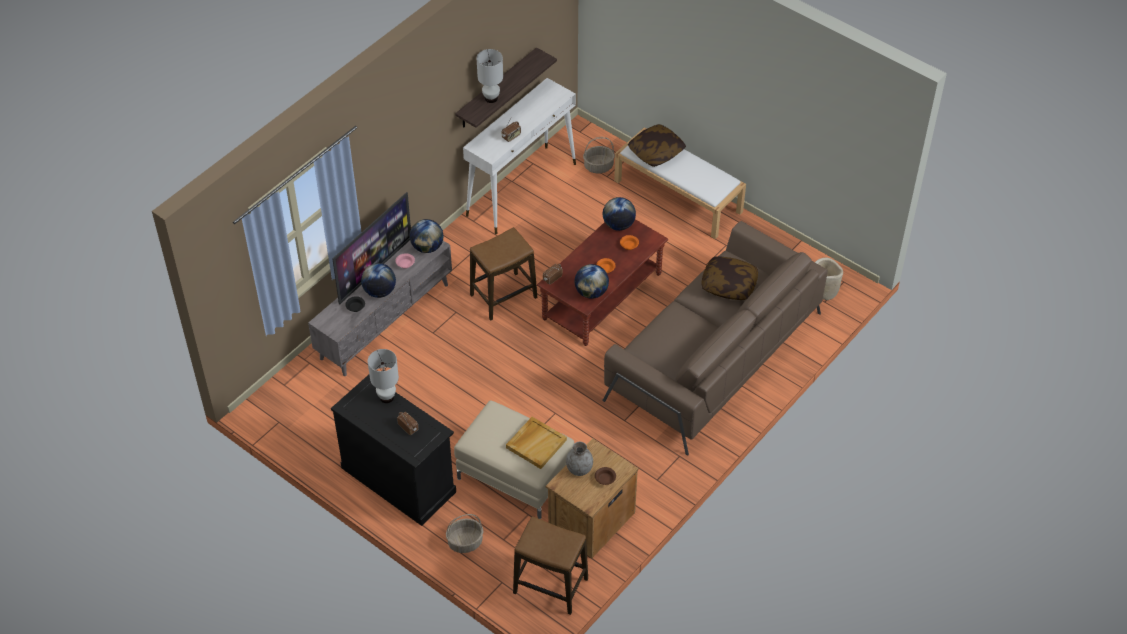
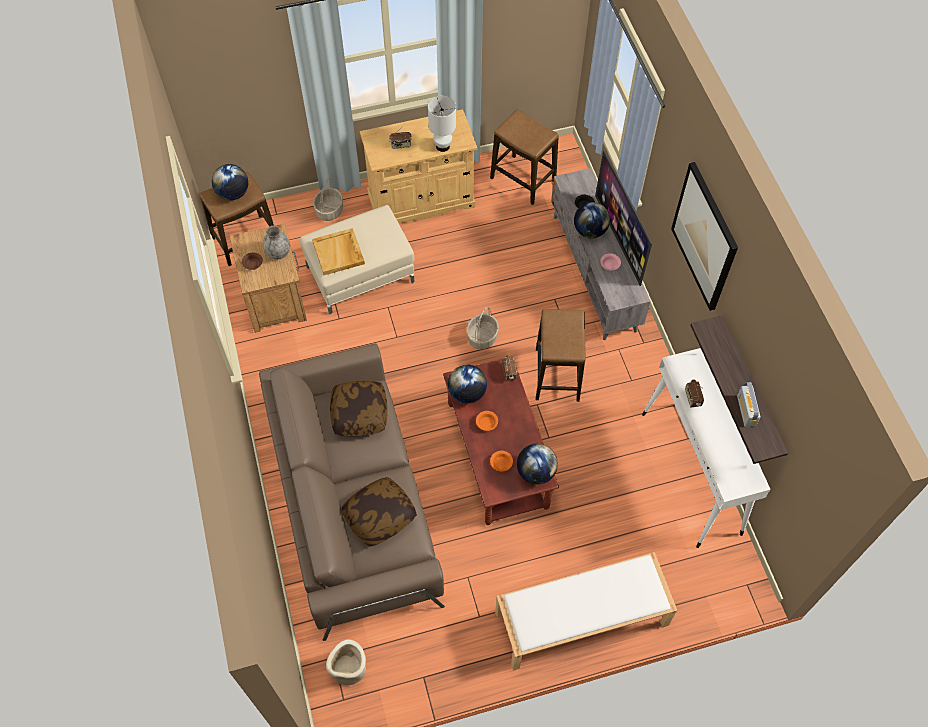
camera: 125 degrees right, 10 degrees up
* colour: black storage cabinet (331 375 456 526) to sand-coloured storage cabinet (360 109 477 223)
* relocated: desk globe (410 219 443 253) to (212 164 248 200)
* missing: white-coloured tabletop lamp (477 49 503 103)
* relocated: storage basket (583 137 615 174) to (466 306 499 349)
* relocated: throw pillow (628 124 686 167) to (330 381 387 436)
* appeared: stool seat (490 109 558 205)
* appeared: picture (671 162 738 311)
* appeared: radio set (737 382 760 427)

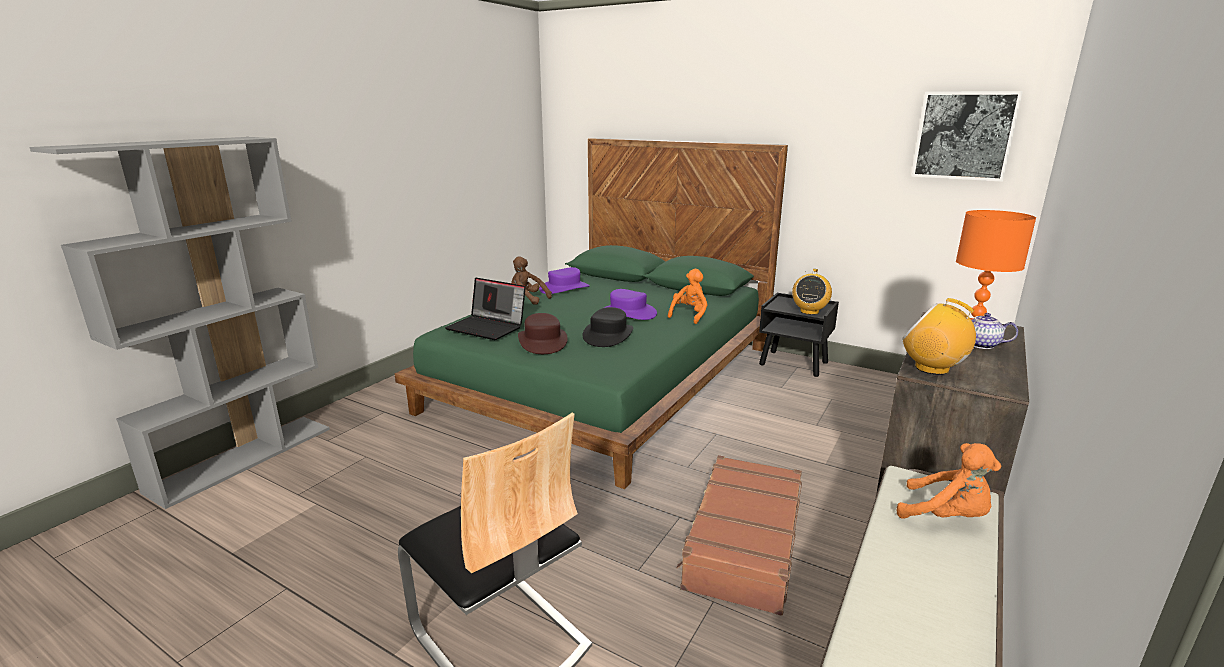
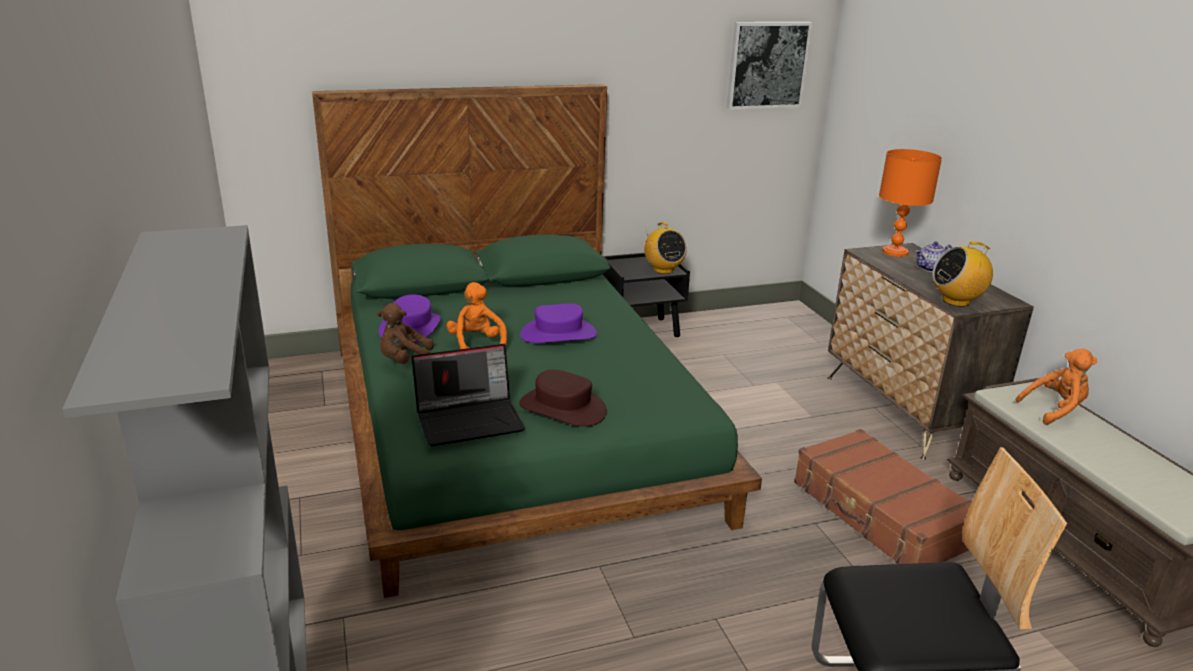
camera: 50 degrees left, 5 degrees up
* missing: black clothing hat (582 307 633 347)
* relocated: orangey plush toy (668 269 707 324) to (446 282 507 349)

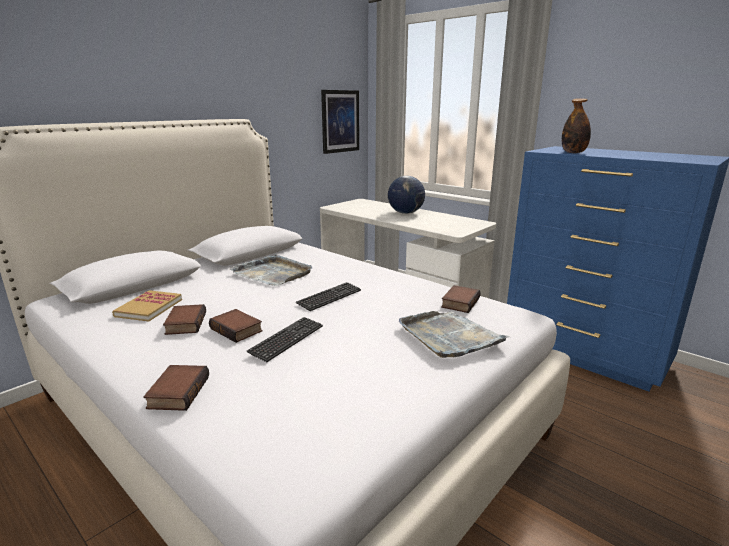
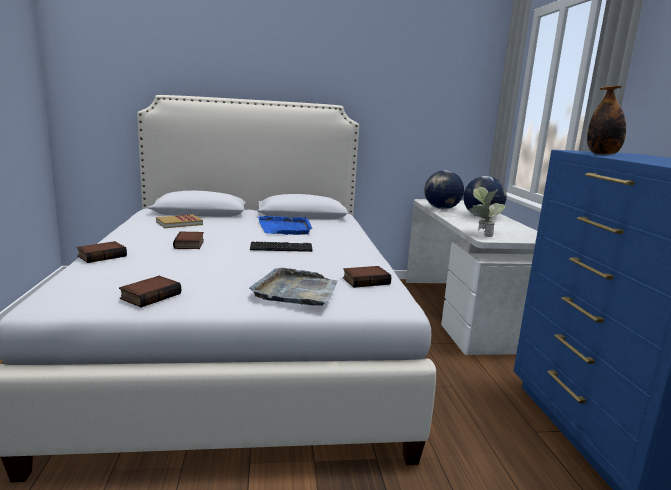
camera: 40 degrees right, 5 degrees down
* relocated: book (163 304 206 335) to (119 276 181 308)
* colour: gray carrying tray (230 254 312 286) to blue-coloured carrying tray (258 216 313 235)
* missing: computer keyboard (246 317 323 362)
* missing: picture (321 90 359 154)
* appeared: desk globe (424 170 464 209)
* appeared: plant in a pot (469 187 505 237)

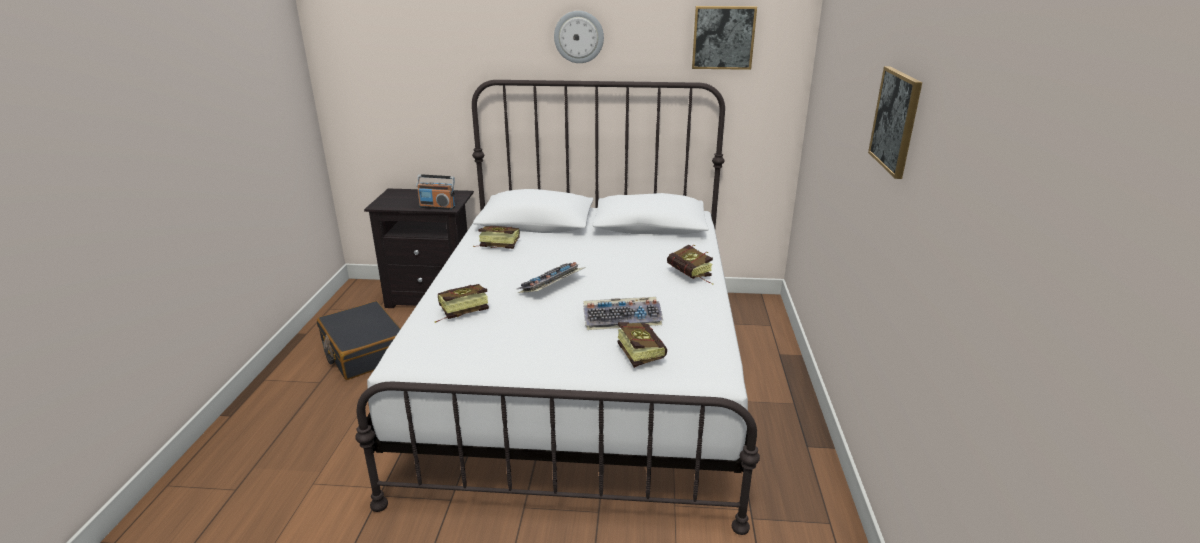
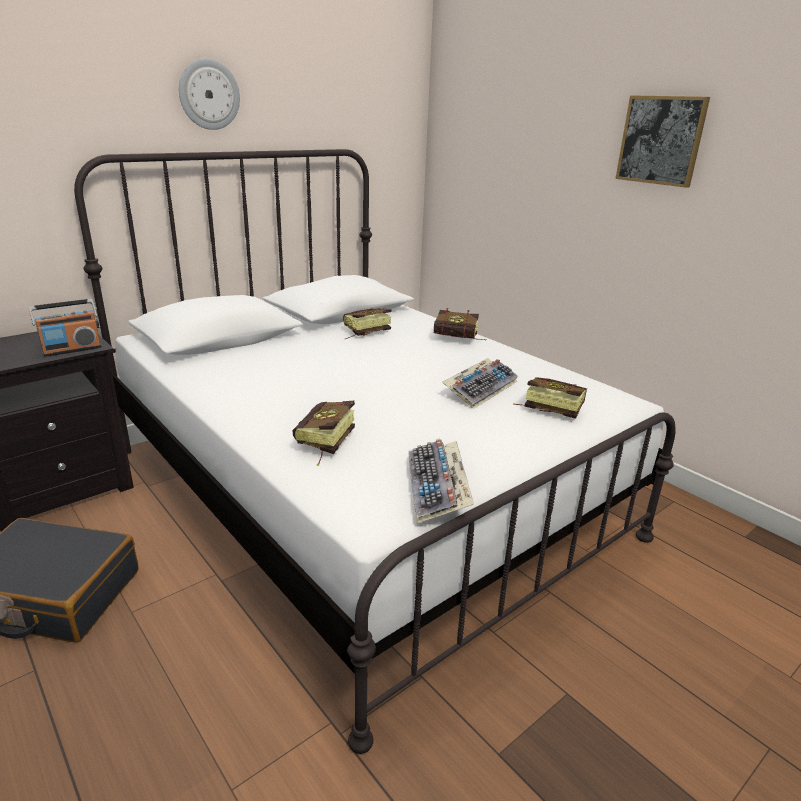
camera: 45 degrees left, 0 degrees up
* relocated: book (473 226 520 249) to (343 308 392 339)
* relocated: computer keyboard (517 262 586 293) to (408 438 474 524)
* missing: picture (692 6 757 70)

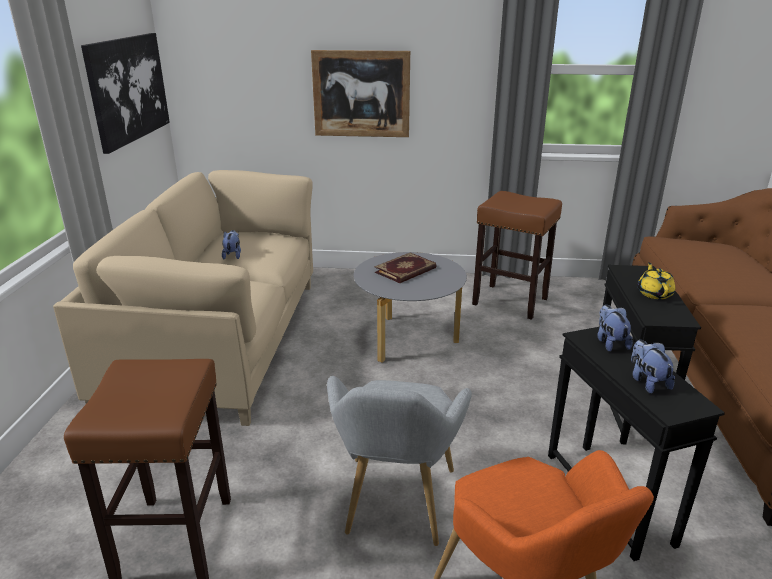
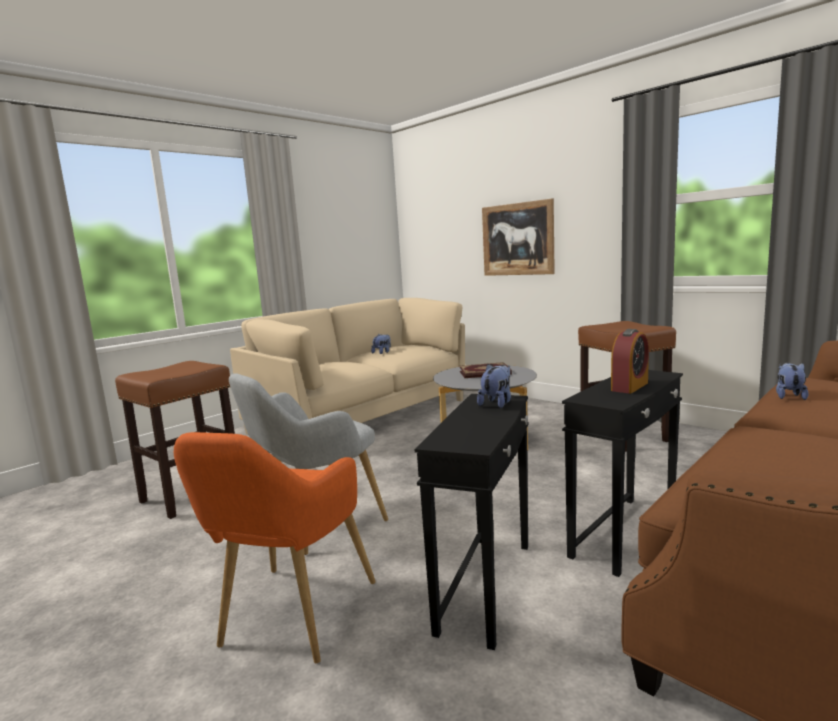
camera: 40 degrees right, 15 degrees down
* missing: picture (81 33 170 154)
* relocated: plush toy (631 340 675 394) to (776 363 809 400)
* exchanged: yellowish pot for tea (637 262 675 299) to alarm clock (611 329 649 394)

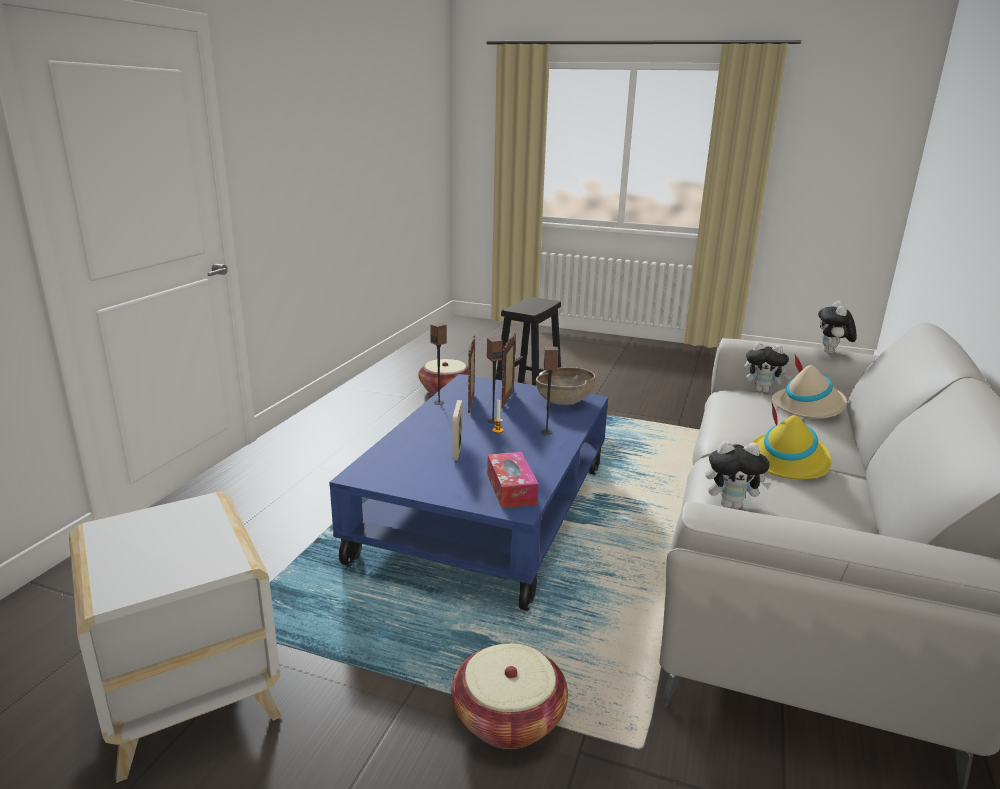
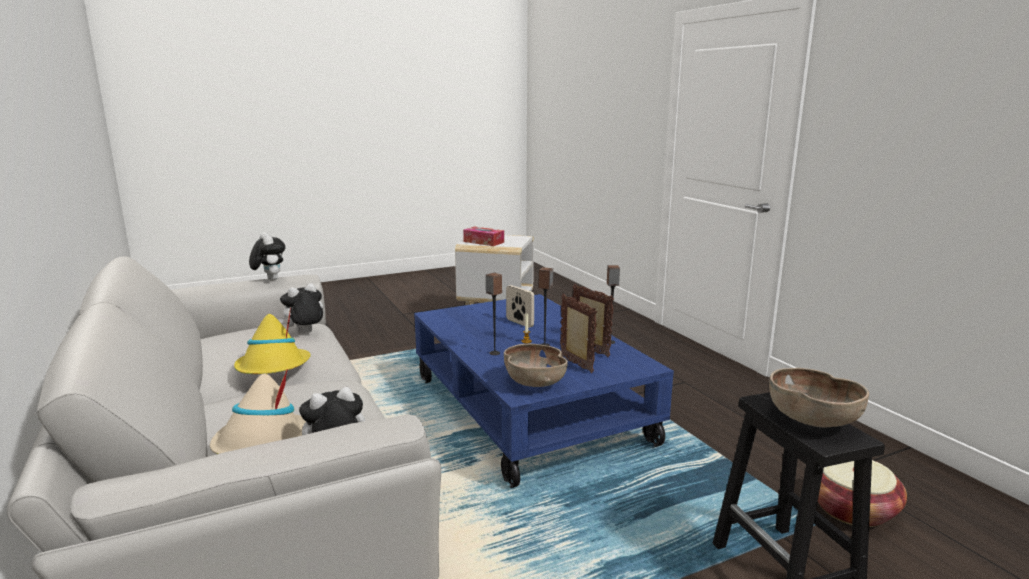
camera: 135 degrees right, 5 degrees down
* missing: storage basket (451 644 568 749)
* relocated: tissue holder (487 452 538 508) to (463 226 504 246)
* relocated: plush toy (818 301 857 353) to (249 232 286 280)
* appeared: brown-coloured deep dish (769 368 869 427)

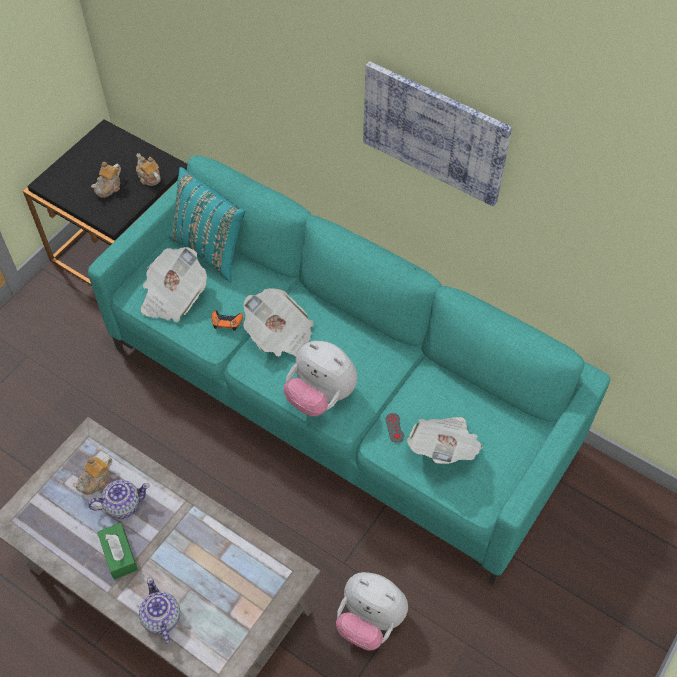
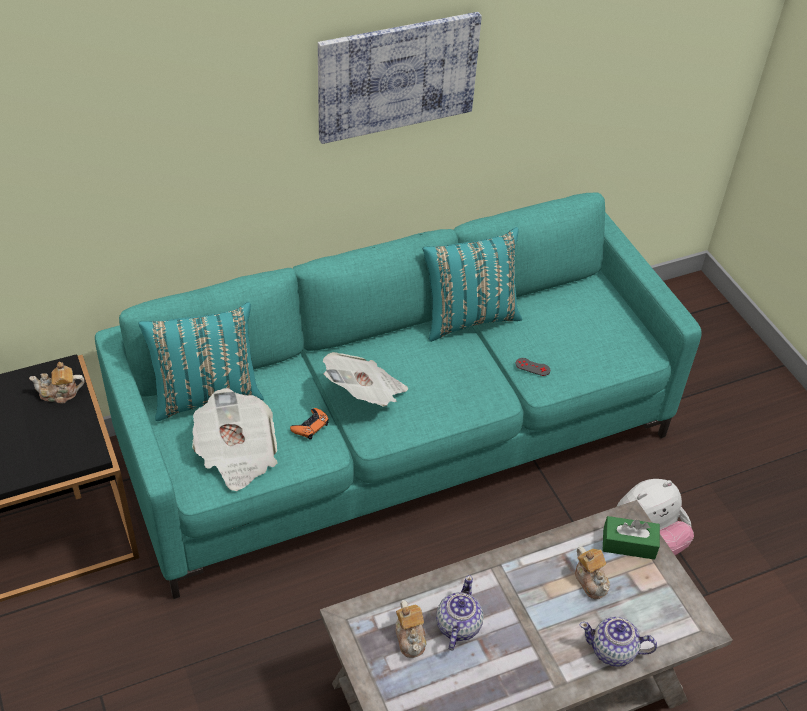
camera: 60 degrees left, 10 degrees down
* relocated: pot for tea (91 162 121 198) to (575 546 610 599)
* relocated: greenish tissue holder (97 523 138 580) to (603 516 660 560)
* missing: plush toy (284 341 357 416)
* missing: daily paper (407 417 483 464)
* appeared: turquoise-coloured throw pillow (423 227 522 342)

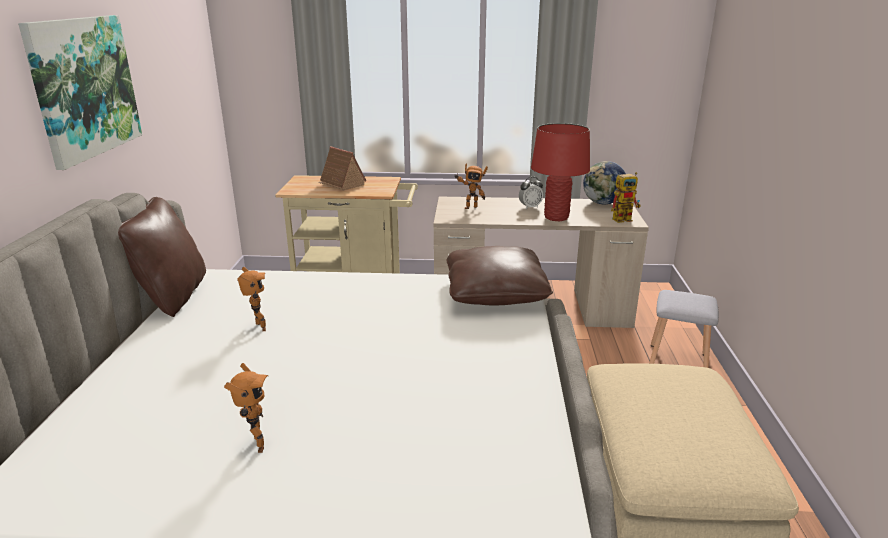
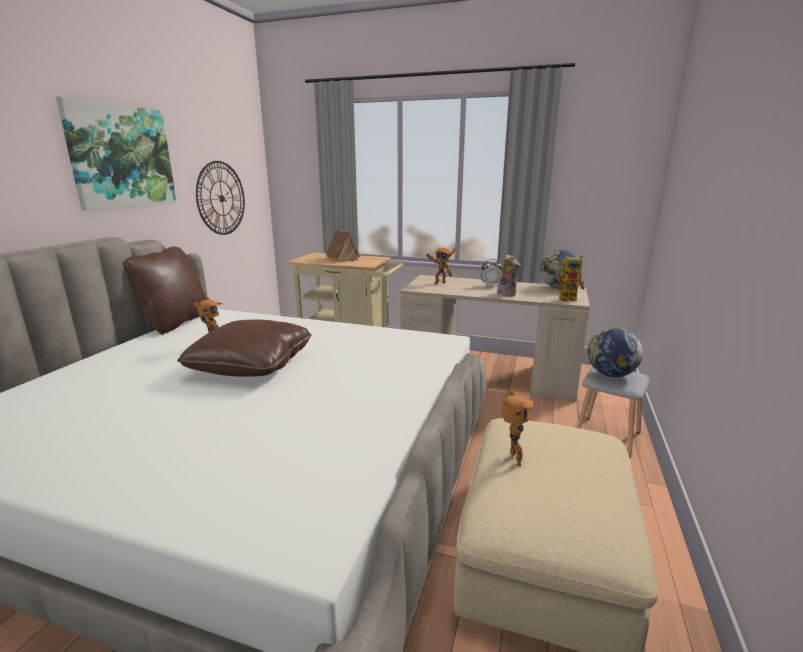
camera: 15 degrees right, 5 degrees down
* relocated: model robot (224 363 269 453) to (502 389 533 466)
* relocated: brown-coloured throw pillow (447 246 553 306) to (177 319 311 377)
* exchanged: reddish tabletop lamp (531 123 590 221) to plush toy (497 254 521 296)
* appeared: clock on the wall (196 161 245 235)
* appeared: desk globe (588 328 643 377)

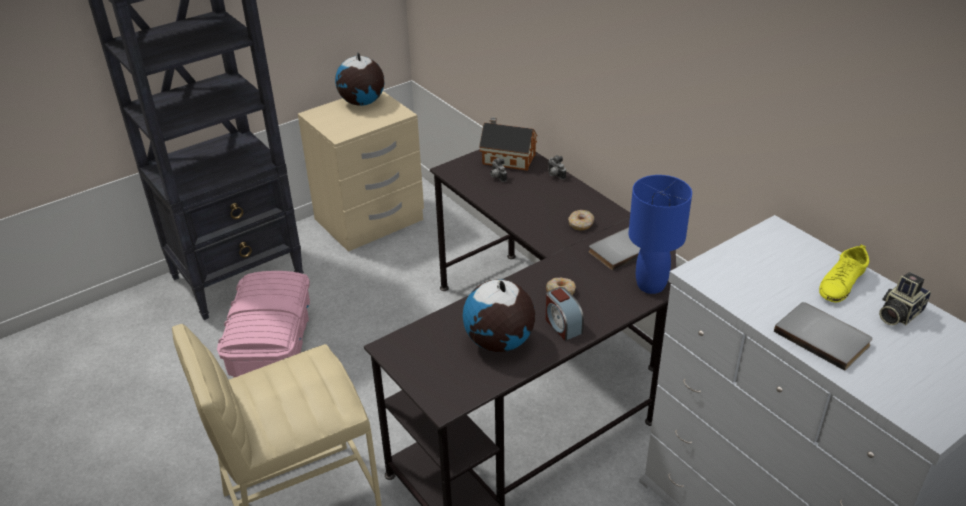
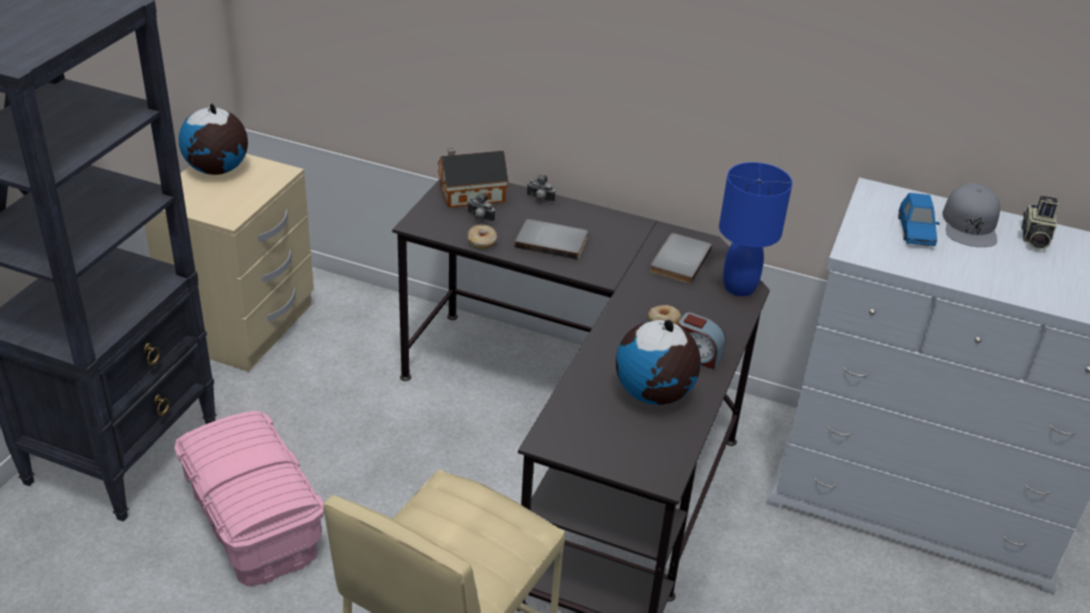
camera: 35 degrees left, 0 degrees up
* relocated: donut (568 210 594 230) to (468 225 497 249)
* relocated: gray book (774 302 872 371) to (514 219 588 260)
* exchanged: yellowish shoe (819 244 869 302) to gray peaked cap (942 183 1001 247)
* appeared: blue-coloured miniature car (898 193 940 246)

